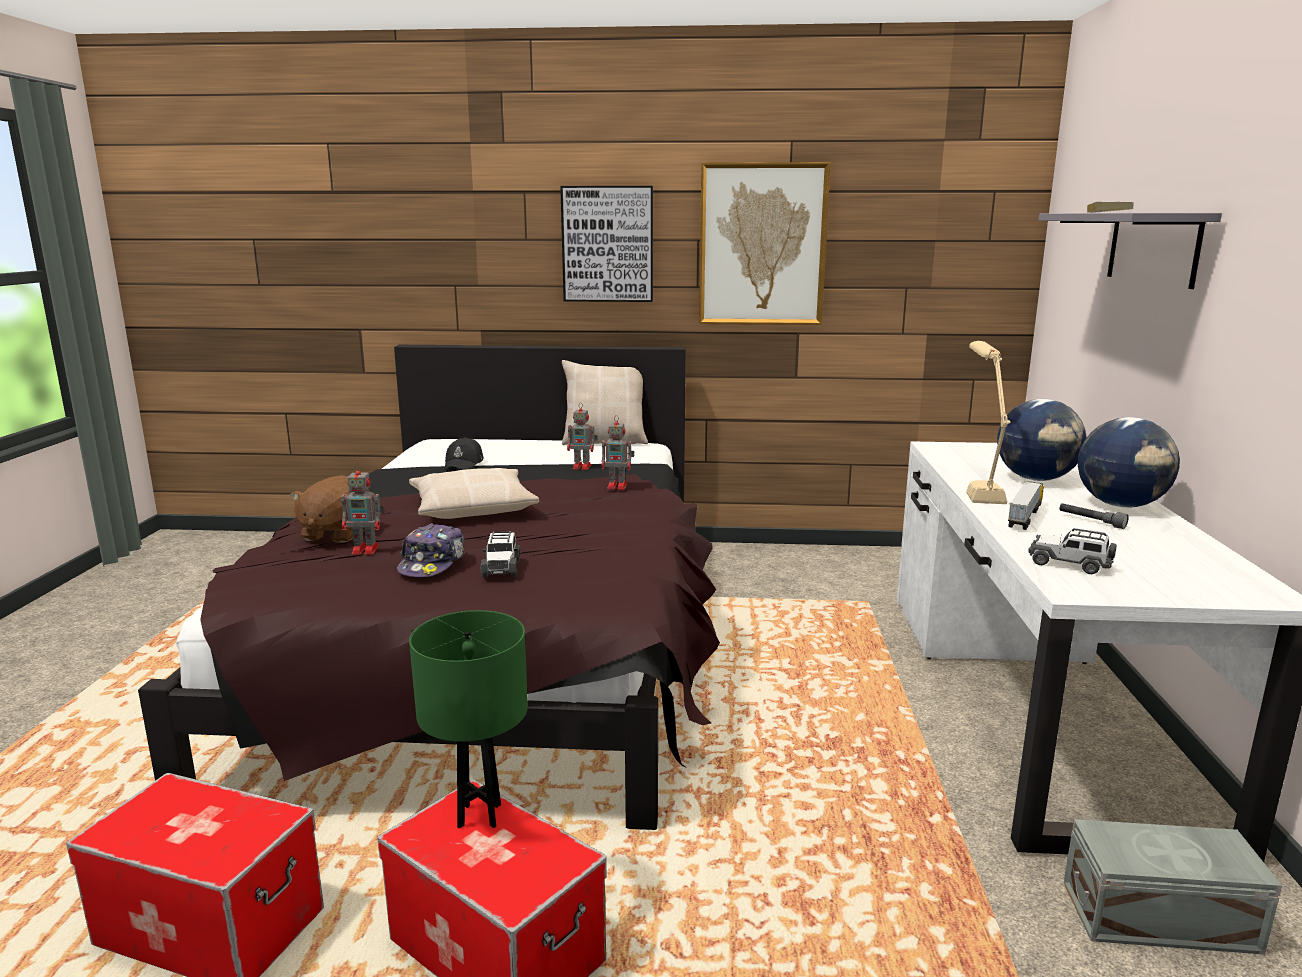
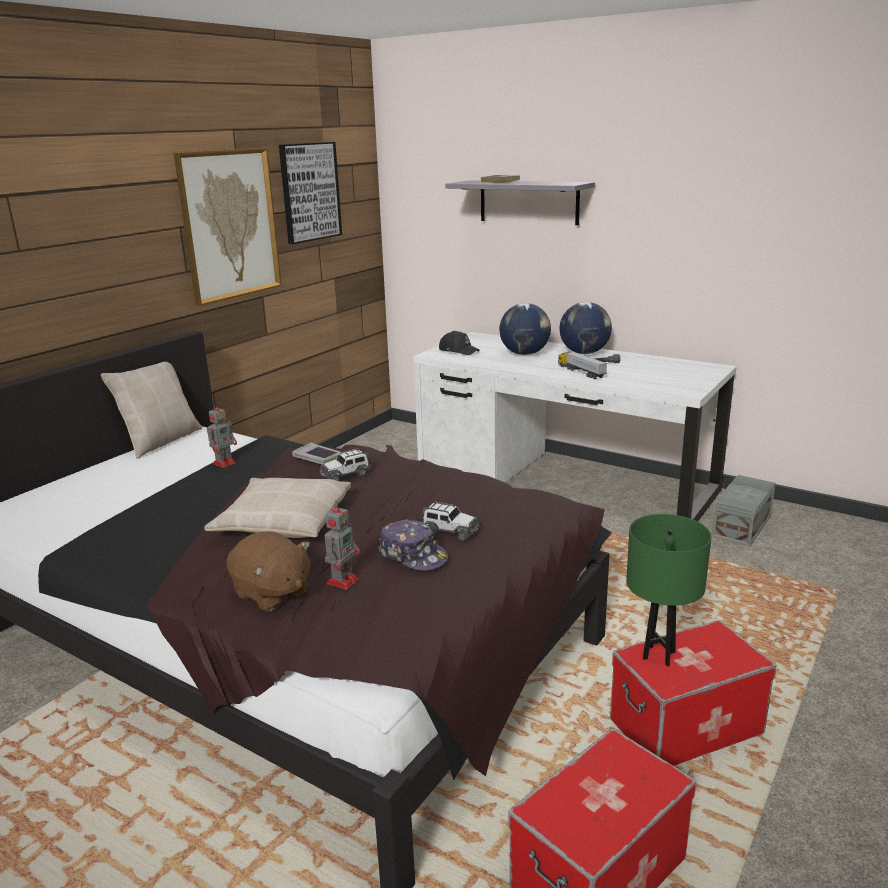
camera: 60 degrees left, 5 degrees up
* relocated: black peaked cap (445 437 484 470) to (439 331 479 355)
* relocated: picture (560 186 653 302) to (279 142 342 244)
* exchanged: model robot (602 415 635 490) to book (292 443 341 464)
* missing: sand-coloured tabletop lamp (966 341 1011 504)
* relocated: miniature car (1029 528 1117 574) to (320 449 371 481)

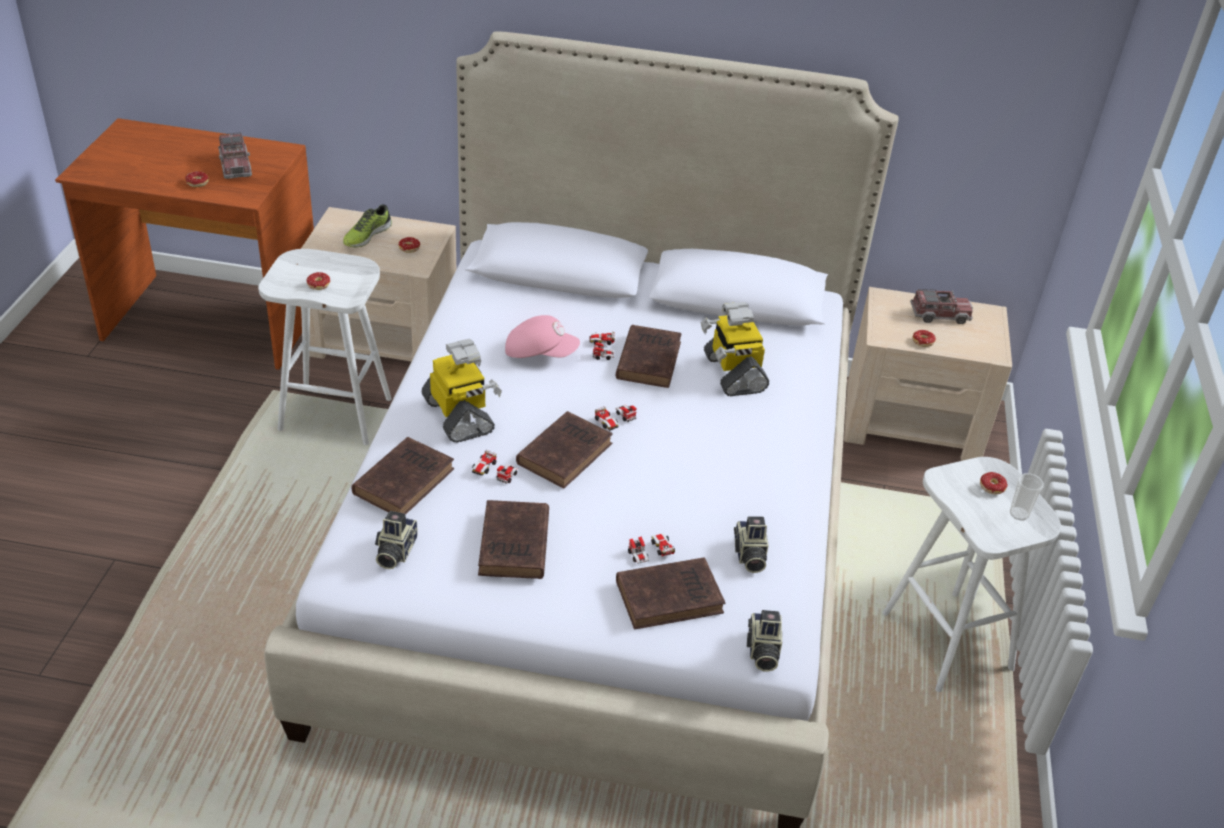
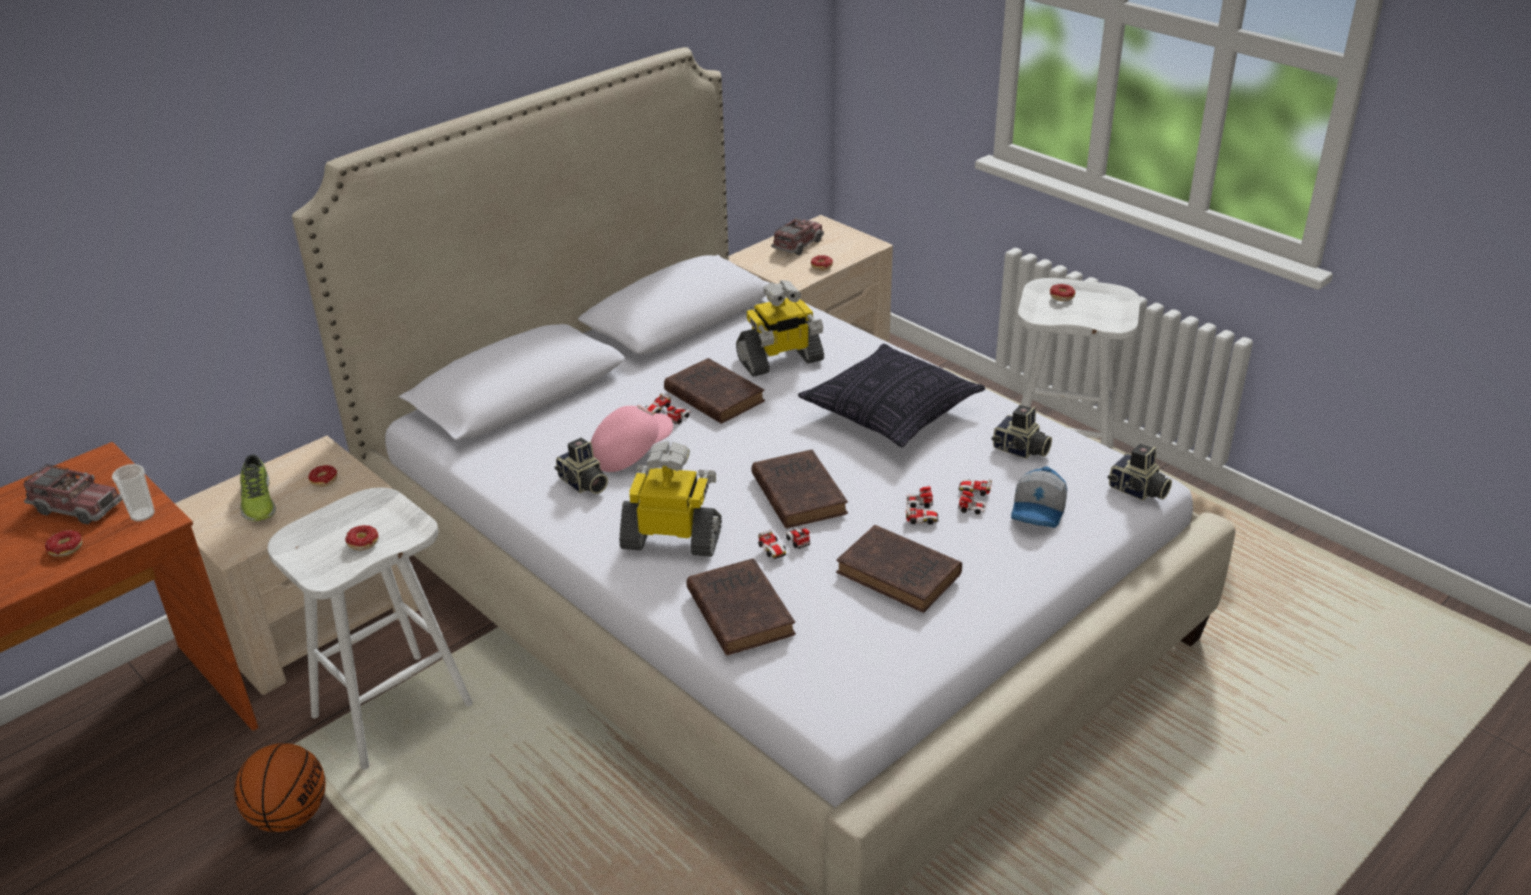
camera: 50 degrees left, 5 degrees down
* relocated: photo camera (375 511 417 569) to (555 438 608 494)
* relocated: miniature car (595 405 637 431) to (906 486 938 525)
* exchanged: brown-coloured book (616 557 725 630) to peaked cap (1011 467 1067 528)
* spun: model robot (701 302 769 396) = (736 280 824 377) 45 degrees counterclockwise
* relocated: cup (1010 473 1044 520) to (112 464 155 522)
* appeared: ball for basketball (234 743 326 832)
* appeared: throw pillow (798 344 986 447)

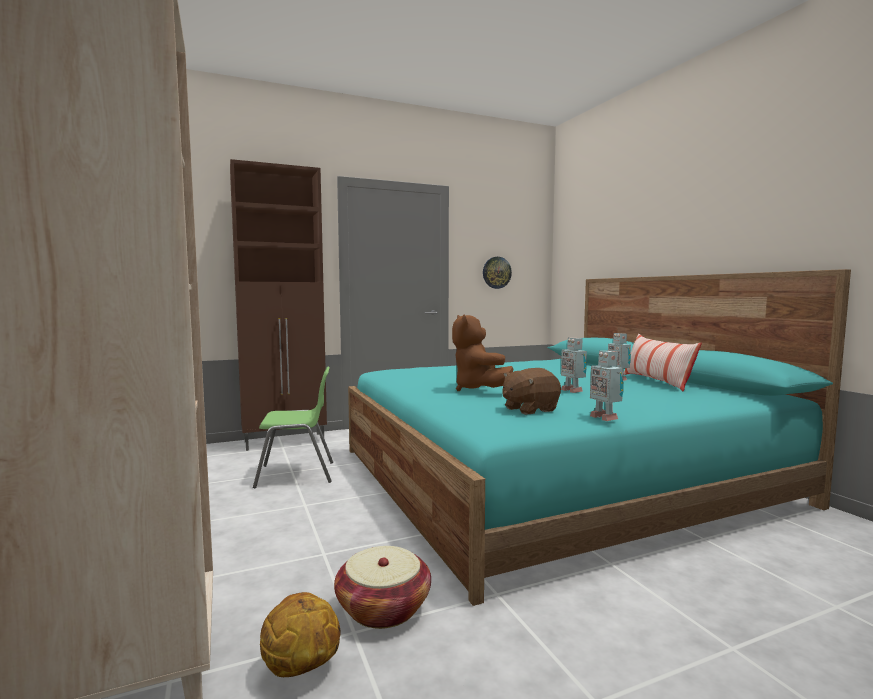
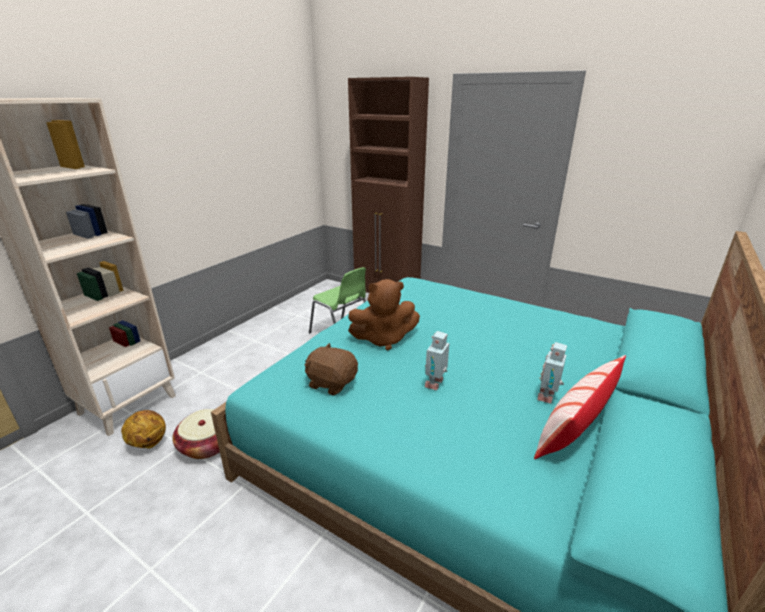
camera: 55 degrees right, 20 degrees up
* spun: brown-coloured plush toy (452 315 513 391) = (348 279 420 350) 135 degrees counterclockwise
* missing: clock on the wall (483 257 512 289)
* missing: model robot (590 351 624 421)

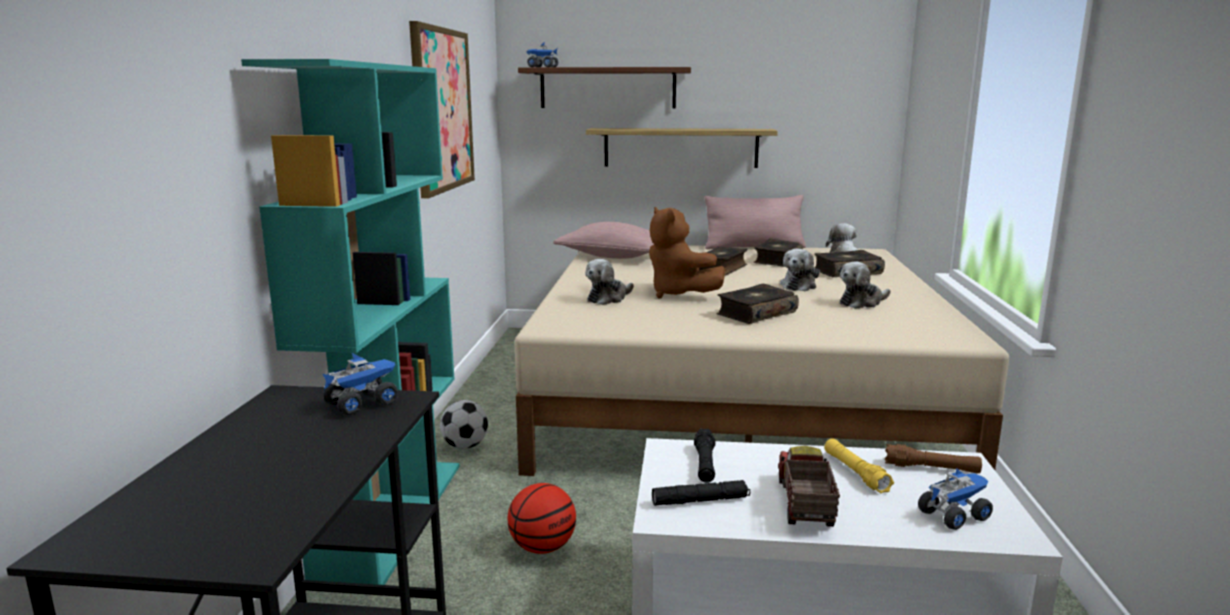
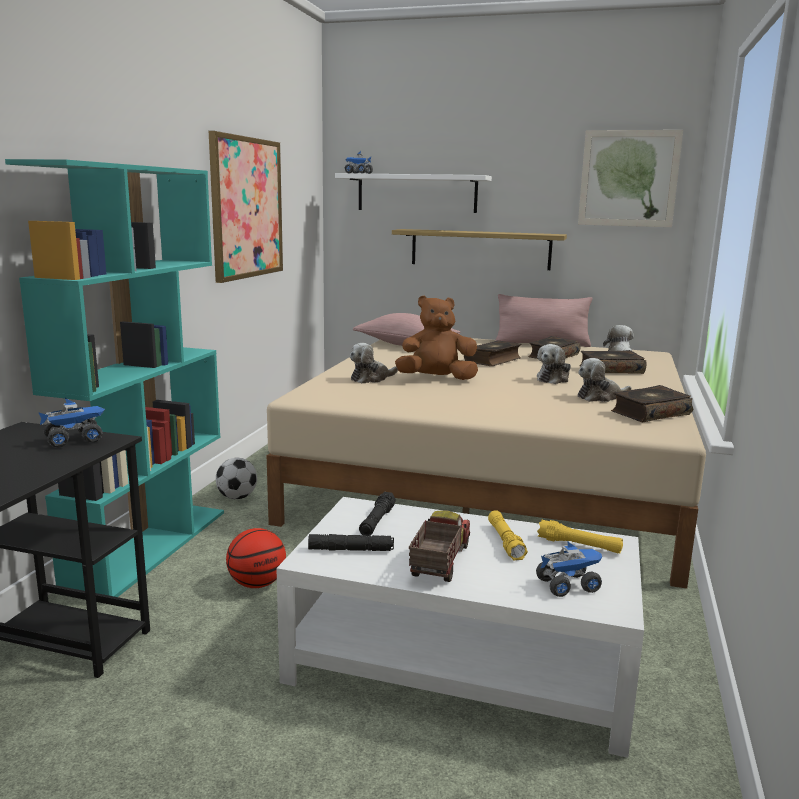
camera: 10 degrees right, 0 degrees up
* colour: brown-coloured wall shelf (518 67 691 108) to white-coloured wall shelf (335 173 492 213)
* spun: brown-coloured plush toy (649 207 725 298) = (395 296 478 380) 105 degrees clockwise
* relocated: book (716 284 799 324) to (611 385 693 422)
* colour: brown-coloured torch (885 444 982 474) to yellowish torch (537 519 623 553)
* appeared: picture (578 130 683 227)

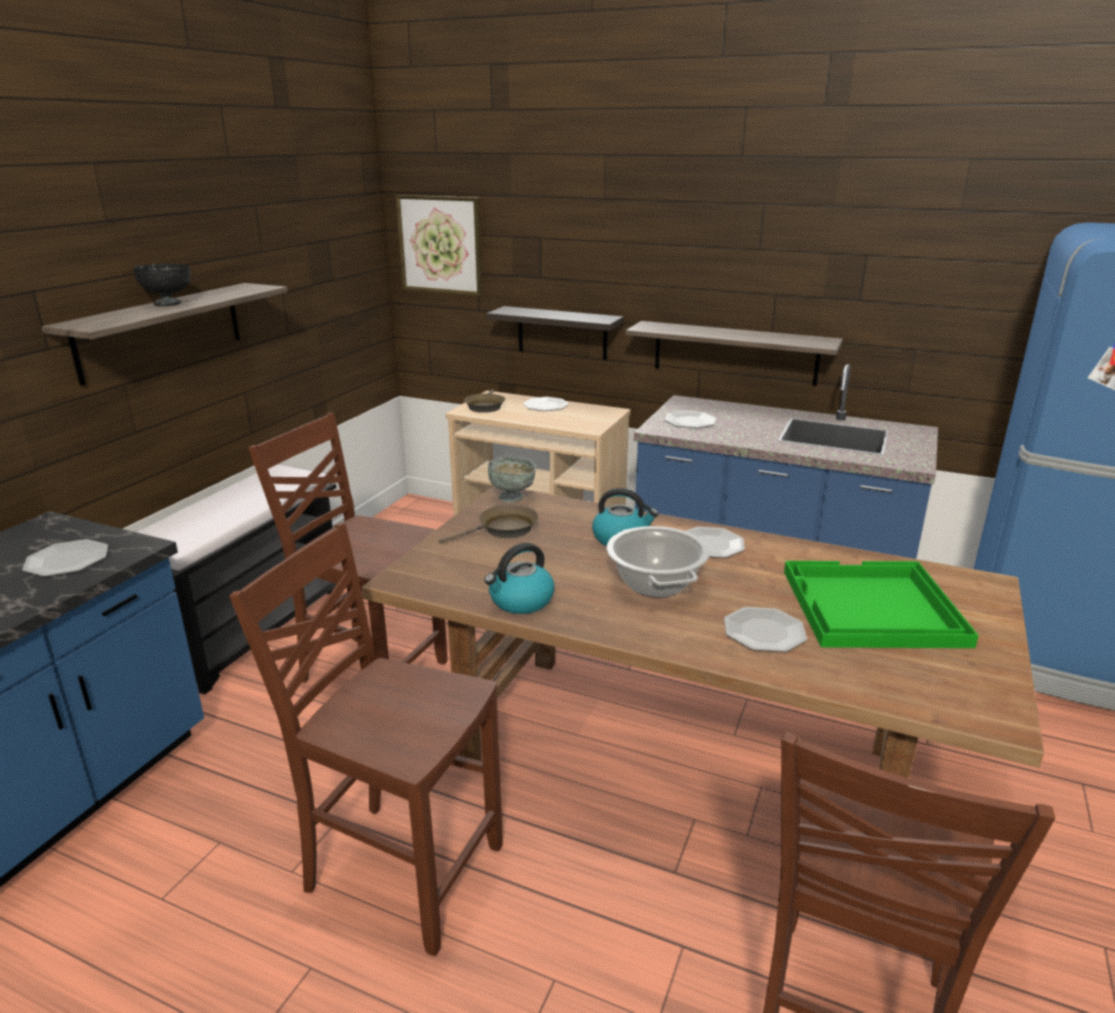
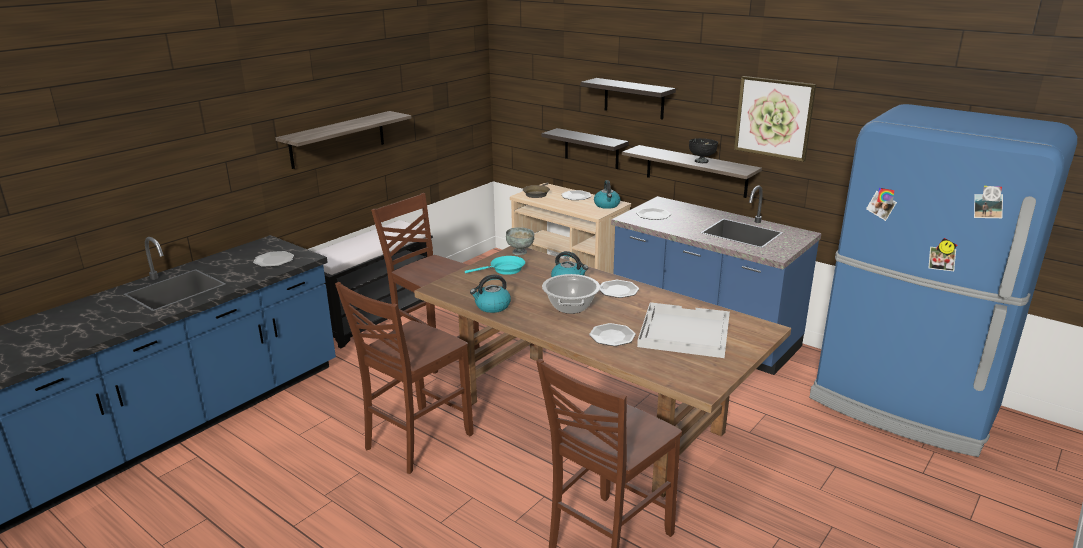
camera: 15 degrees right, 0 degrees up
* relocated: black deep dish (133 264 191 306) to (689 138 718 163)
* spun: brown-coloured plain chair (229 523 503 956) = (335 282 474 474) 90 degrees counterclockwise
* relocated: picture (396 195 482 296) to (734 76 816 162)
* colour: brown-coloured frying pan (438 505 538 544) to turquoise-coloured frying pan (465 256 525 275)
* colour: greenish carrying tray (784 561 979 648) to white-coloured carrying tray (637 302 730 358)
* appeared: wall shelf (580 78 676 120)
* appeared: water kettle (594 180 620 209)

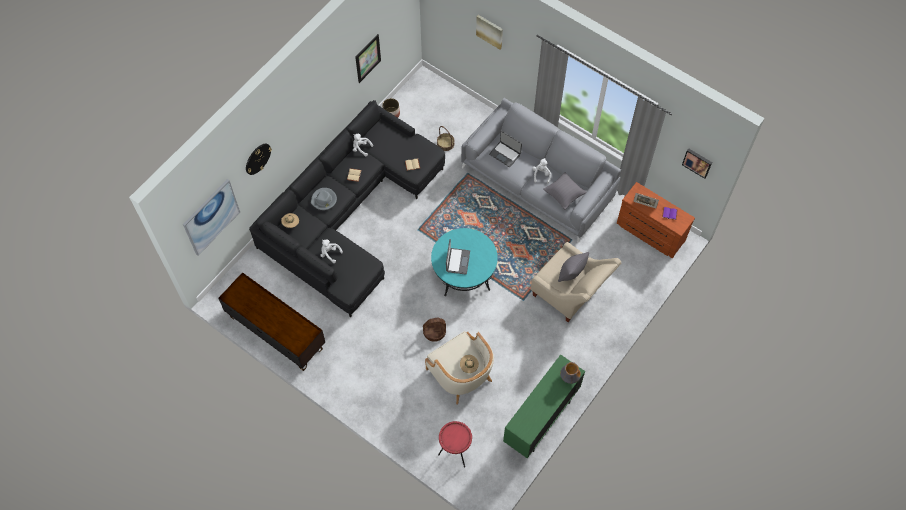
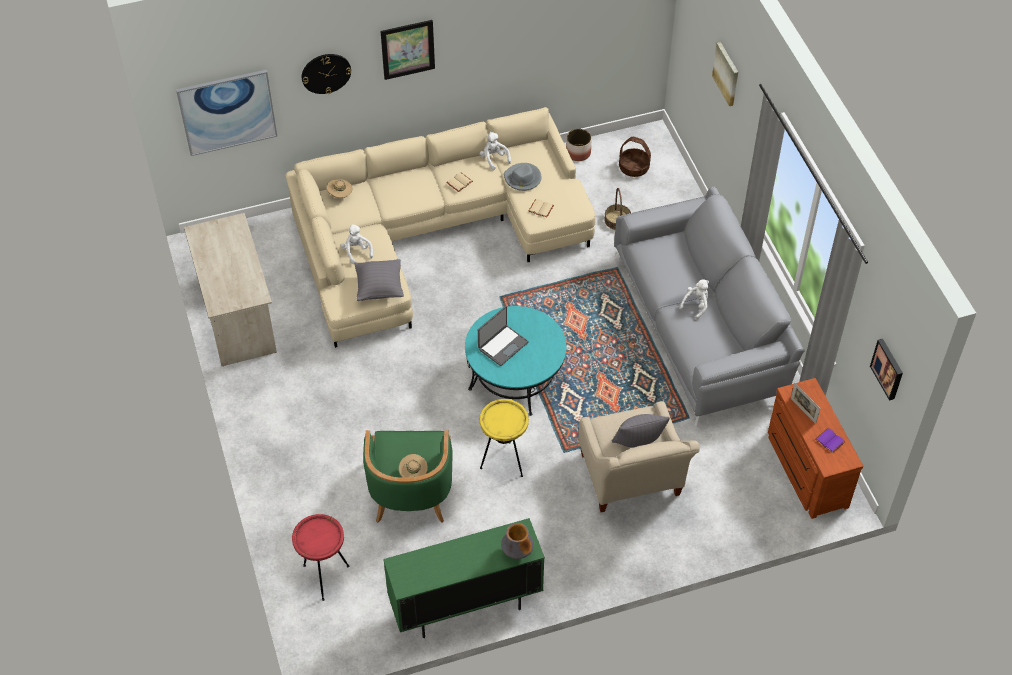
camera: 35 degrees right, 10 degrees down
* exchanged: brown-coloured tv unit (218 272 325 371) to sand-coloured desk unit (184 213 277 366)
* colour: black settee (249 100 445 317) to sand-coloured settee (286 107 596 348)
* relocated: gray clothing hat (311 188 337 210) to (504 163 541 191)
* relocated: picture (355 34 381 83) to (380 20 435 80)
* relocated: storage basket (423 318 446 342) to (619 137 651 177)
* colour: sand-coloured armchair (425 331 494 404) to greenish armchair (363 430 453 523)
* missing: portable computer (489 130 522 167)
* relocated: gray throw pillow (543 172 586 210) to (355 259 404 301)
* appeared: yellowish side table (480 399 529 477)

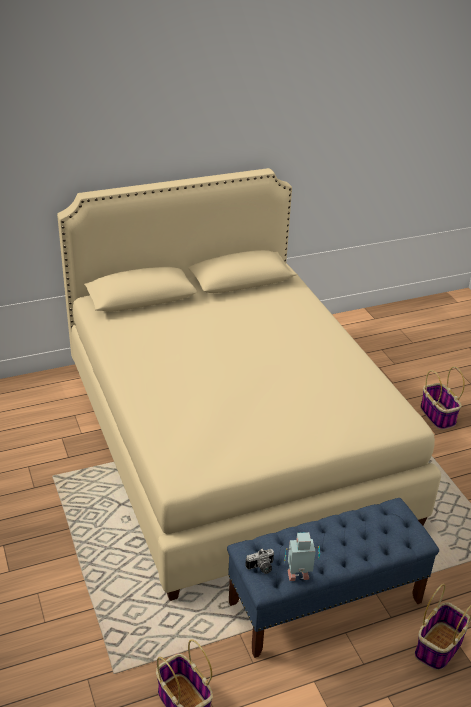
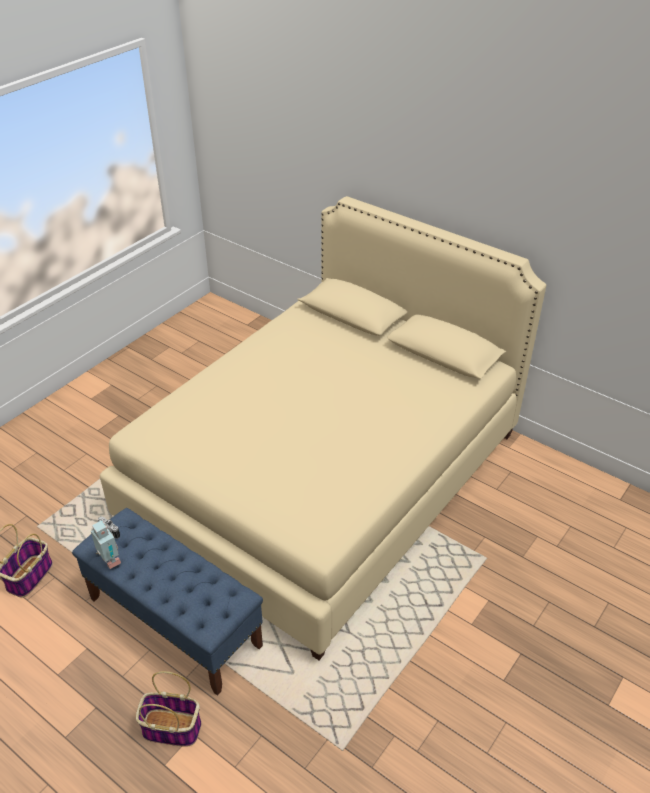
camera: 60 degrees right, 5 degrees up
* missing: storage basket (420 366 465 430)

